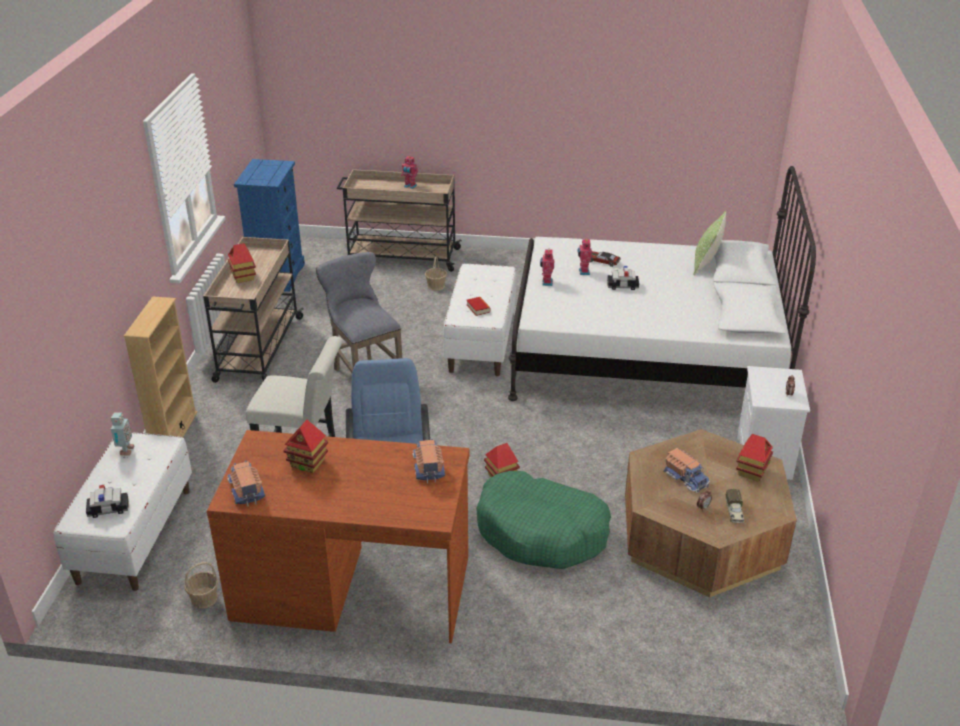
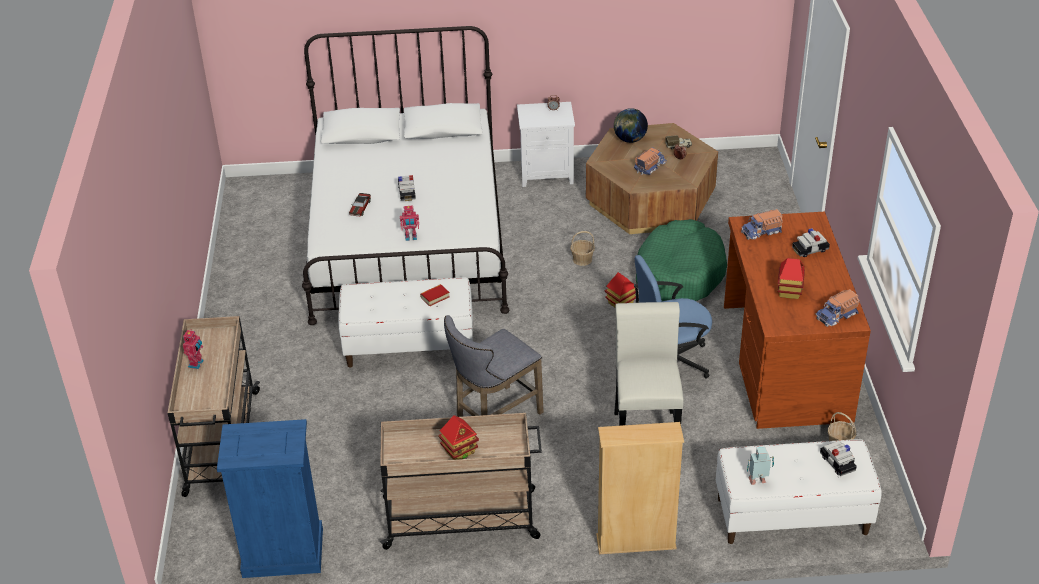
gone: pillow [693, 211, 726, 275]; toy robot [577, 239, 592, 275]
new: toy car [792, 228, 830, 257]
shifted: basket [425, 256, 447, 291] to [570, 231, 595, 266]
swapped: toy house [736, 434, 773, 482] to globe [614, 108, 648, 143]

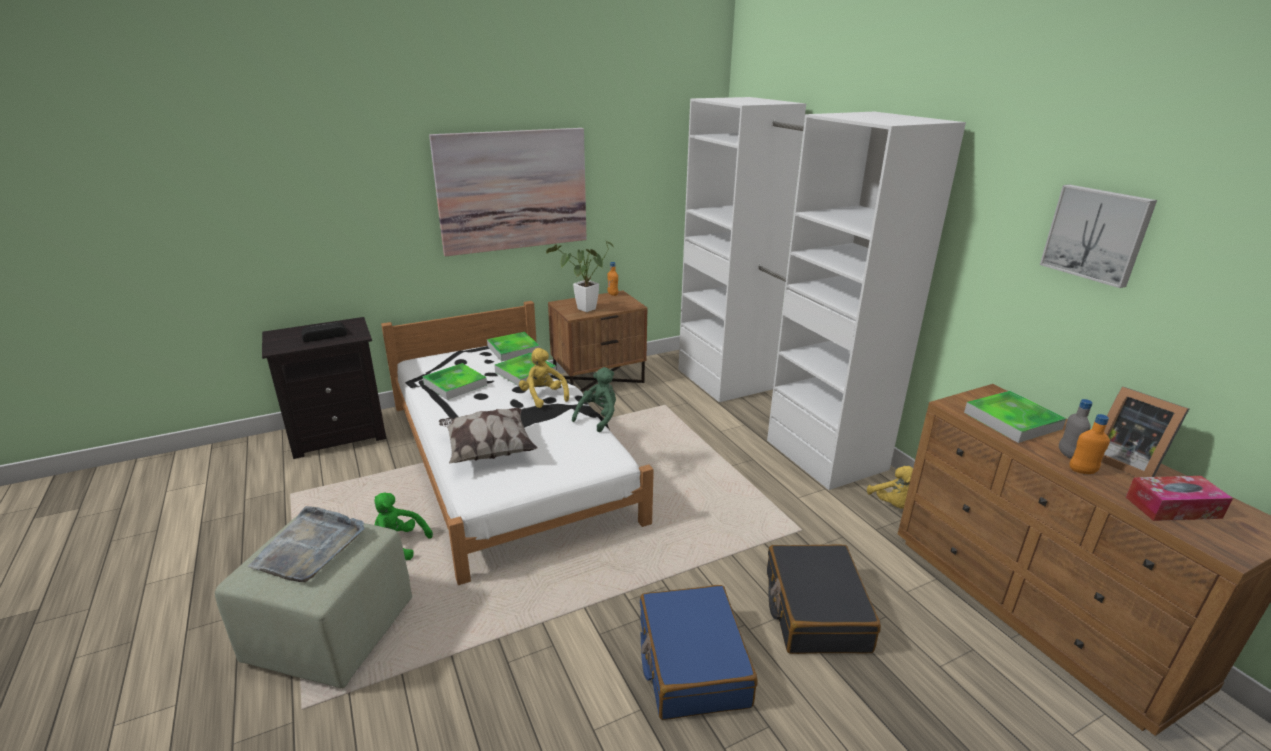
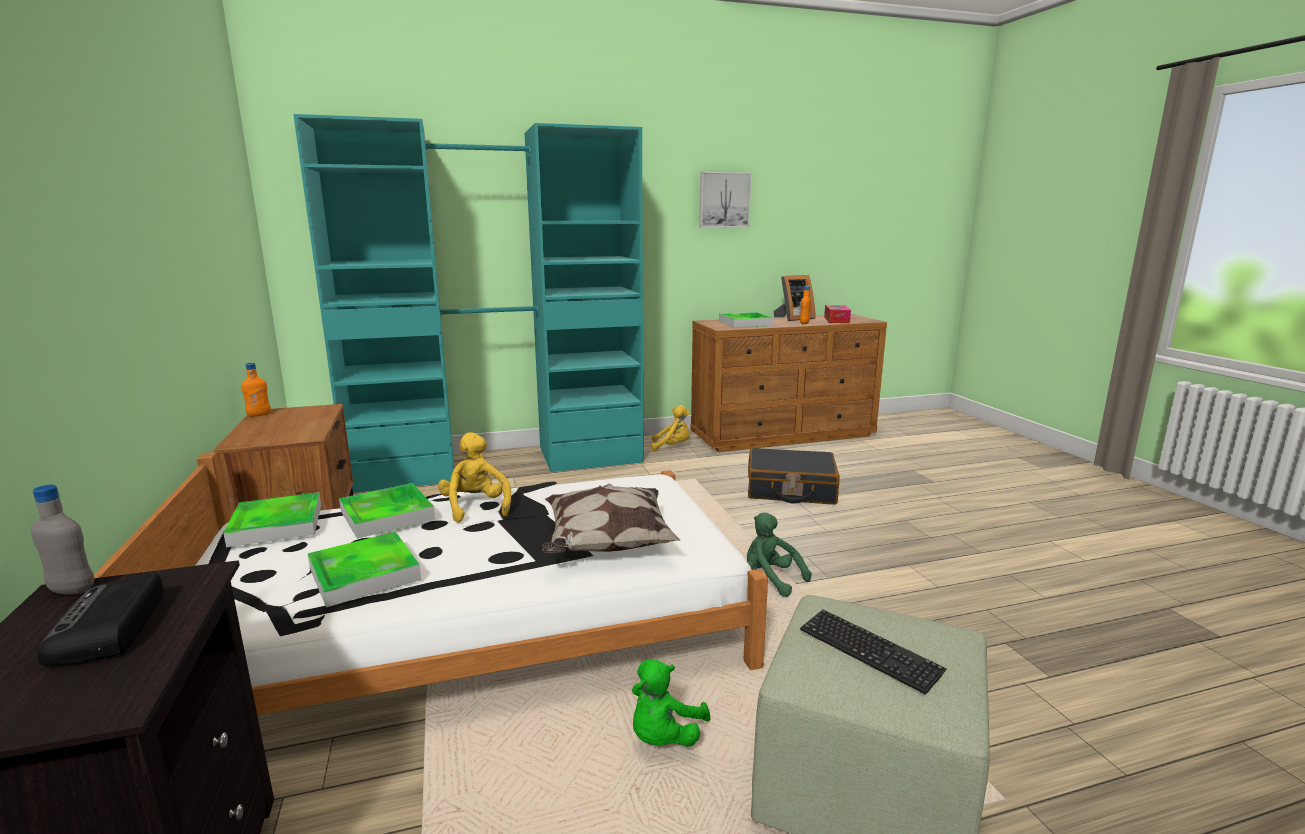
gone: picture [429, 128, 587, 256]; potted plant [546, 241, 614, 312]; blue suitcase [640, 585, 757, 720]
shifted: green plush toy [572, 367, 616, 432] to [747, 512, 811, 597]; grey bottle [1059, 399, 1093, 459] to [31, 485, 94, 595]
swapped: grey tray [247, 506, 364, 582] to keyboard [800, 610, 947, 695]
repainted: white wardrobe [678, 97, 966, 490] to turquoise wardrobe [293, 114, 643, 493]
rotated: yellow plush toy [519, 348, 569, 408] = [438, 432, 511, 523] 90 degrees clockwise

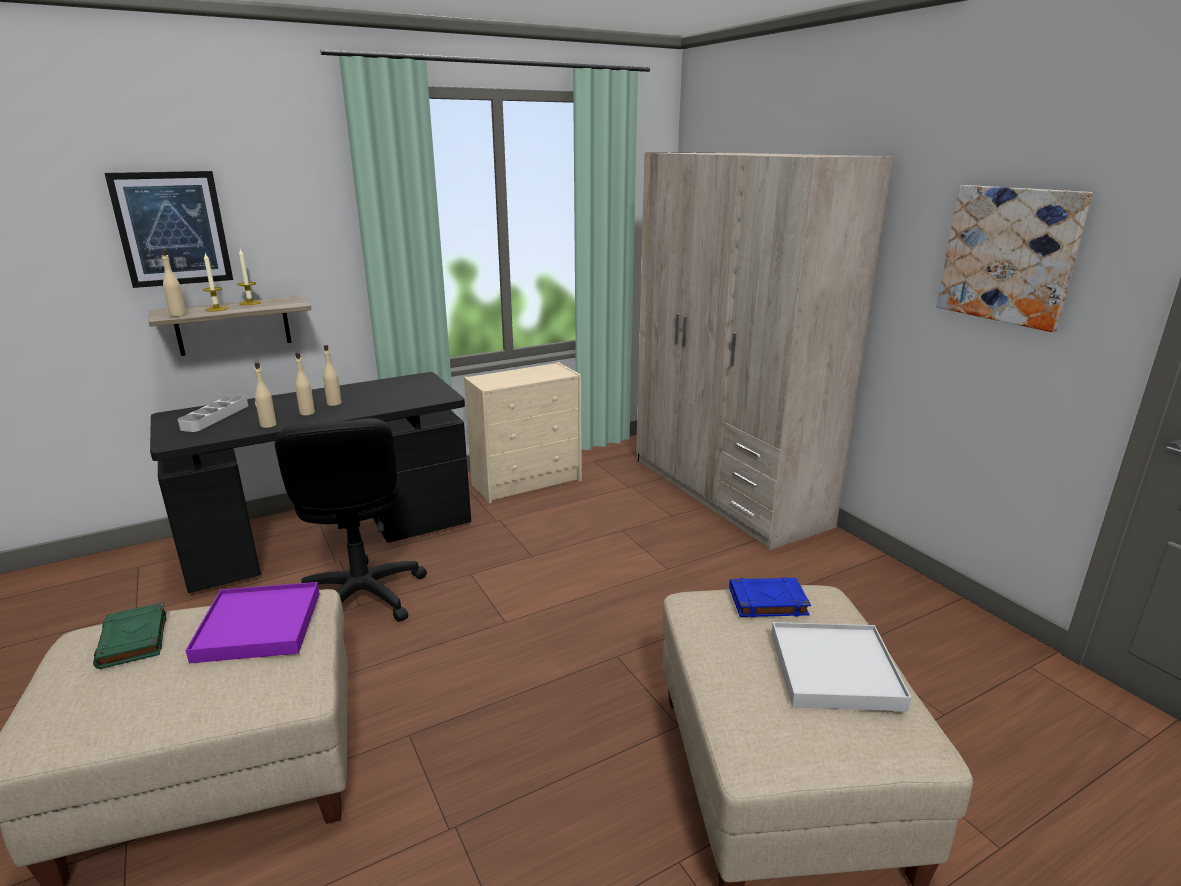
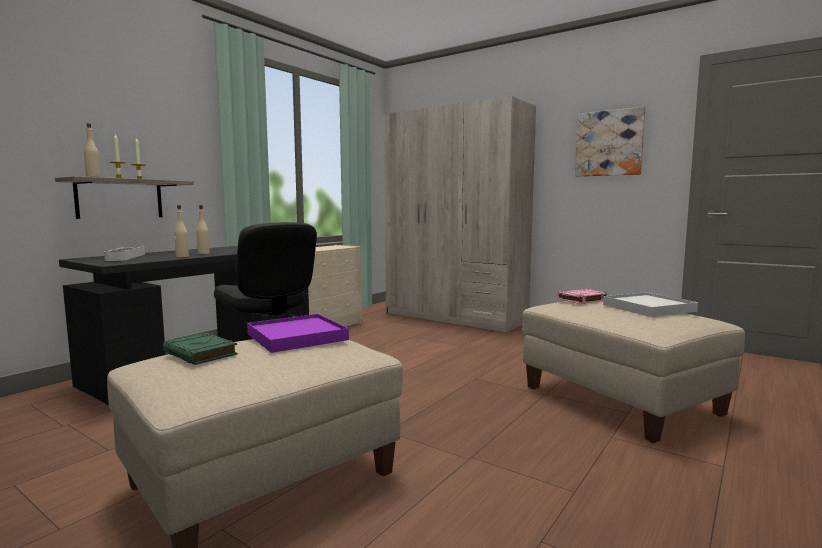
gone: picture [105, 171, 233, 288]; beige bottle [323, 345, 342, 406]
repainted: blue book [729, 577, 811, 617] to pink book [557, 289, 609, 304]

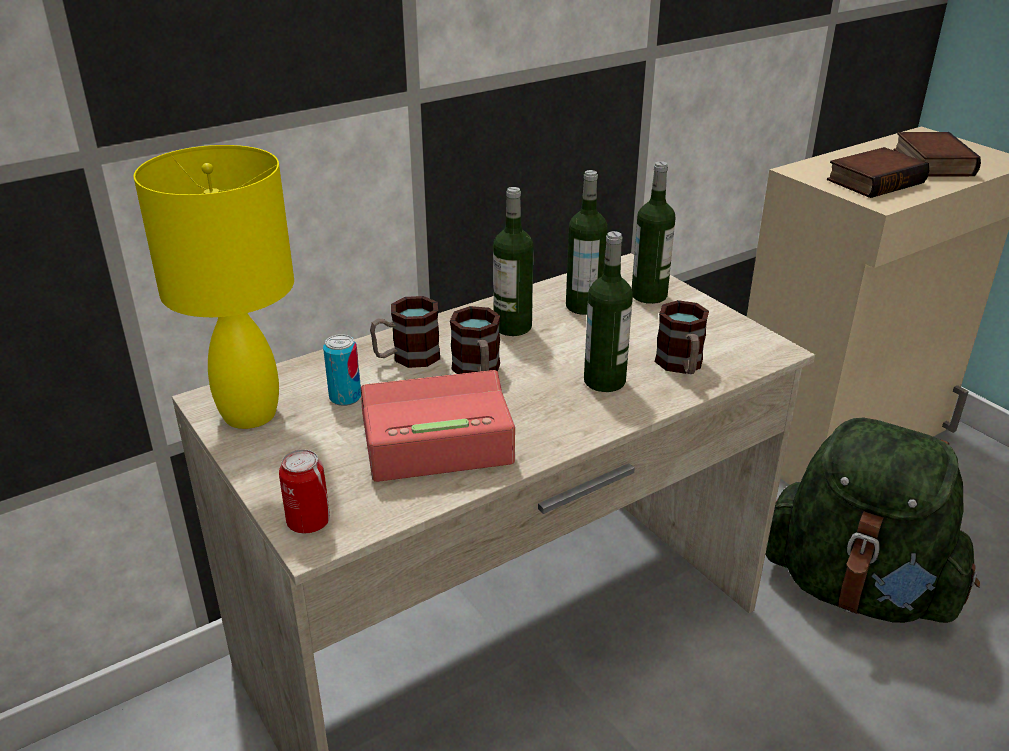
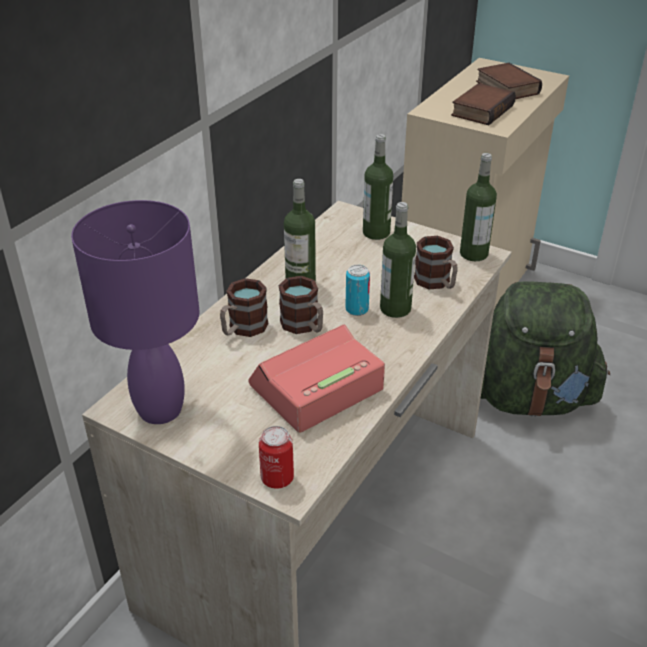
shifted: bottle [566, 170, 608, 315] to [460, 153, 497, 261]; can [323, 334, 361, 406] to [345, 265, 370, 316]
repainted: yellow table lamp [134, 145, 294, 429] to purple table lamp [71, 200, 199, 424]

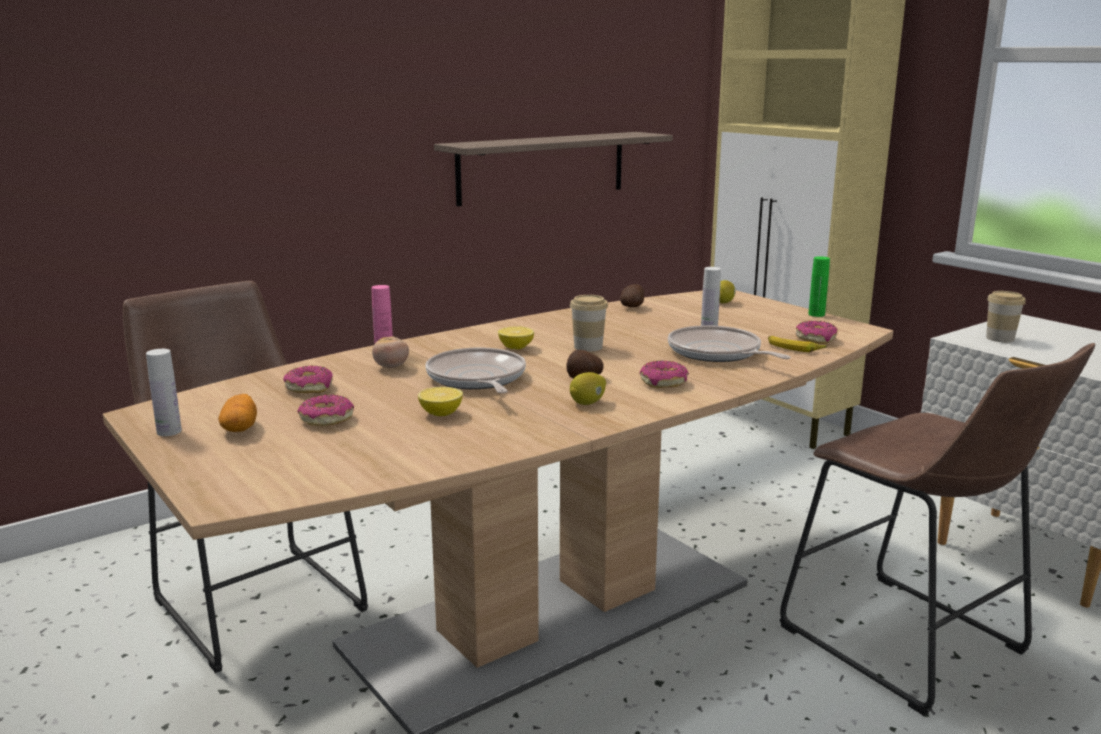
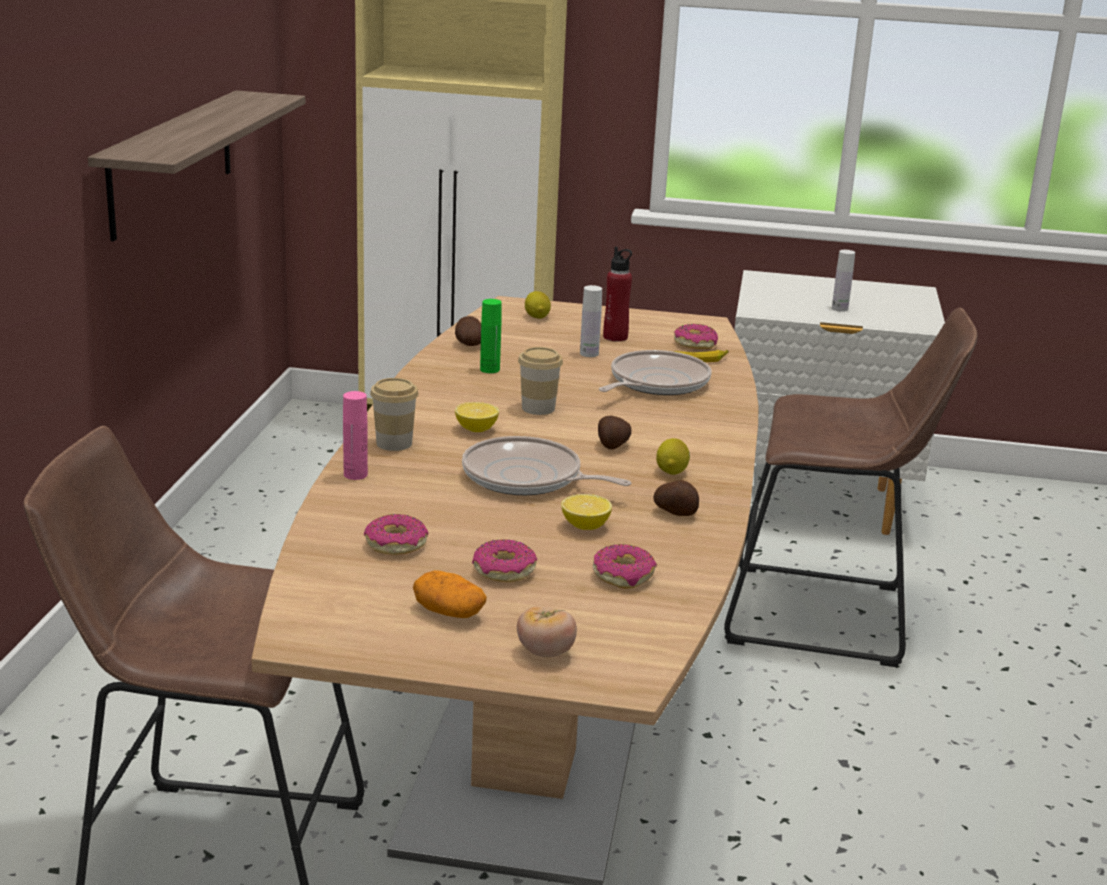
new: red bottle [603, 247, 632, 342]; potato [653, 480, 699, 516]
shifted: green bottle [808, 256, 830, 317] to [480, 299, 502, 373]; cup [986, 291, 1026, 342] to [370, 378, 419, 451]; tomato [372, 337, 409, 368] to [517, 606, 577, 657]; white bottle [146, 349, 182, 436] to [832, 250, 855, 312]; donut [640, 361, 689, 388] to [593, 544, 657, 589]
rotated: frying pan [668, 325, 791, 362] = [599, 350, 712, 395] 120 degrees clockwise

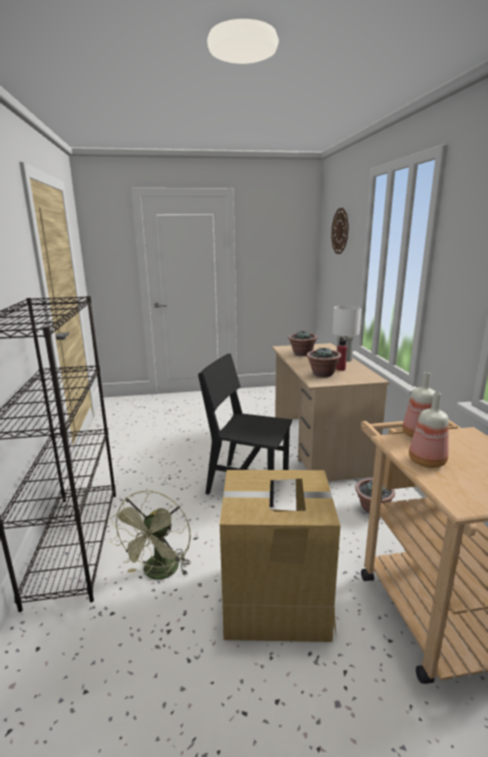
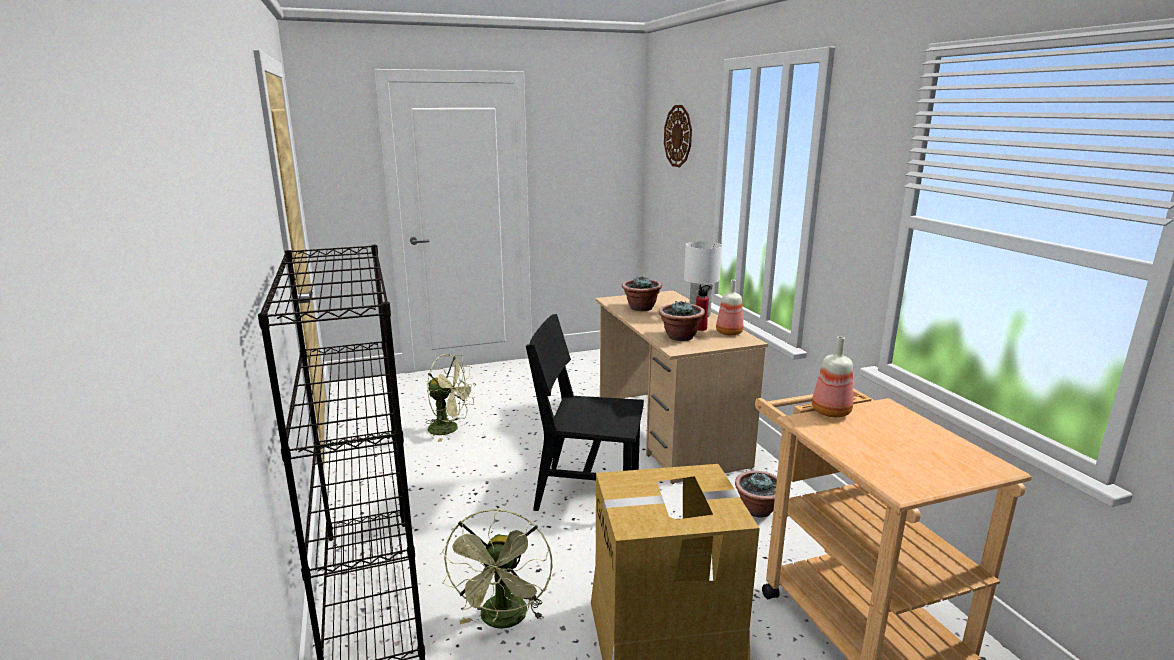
new: green fan [426, 354, 476, 442]
shifted: bottle [409, 392, 449, 468] to [716, 279, 743, 336]

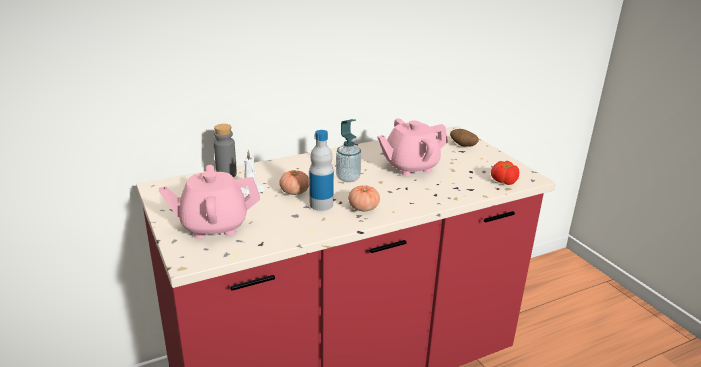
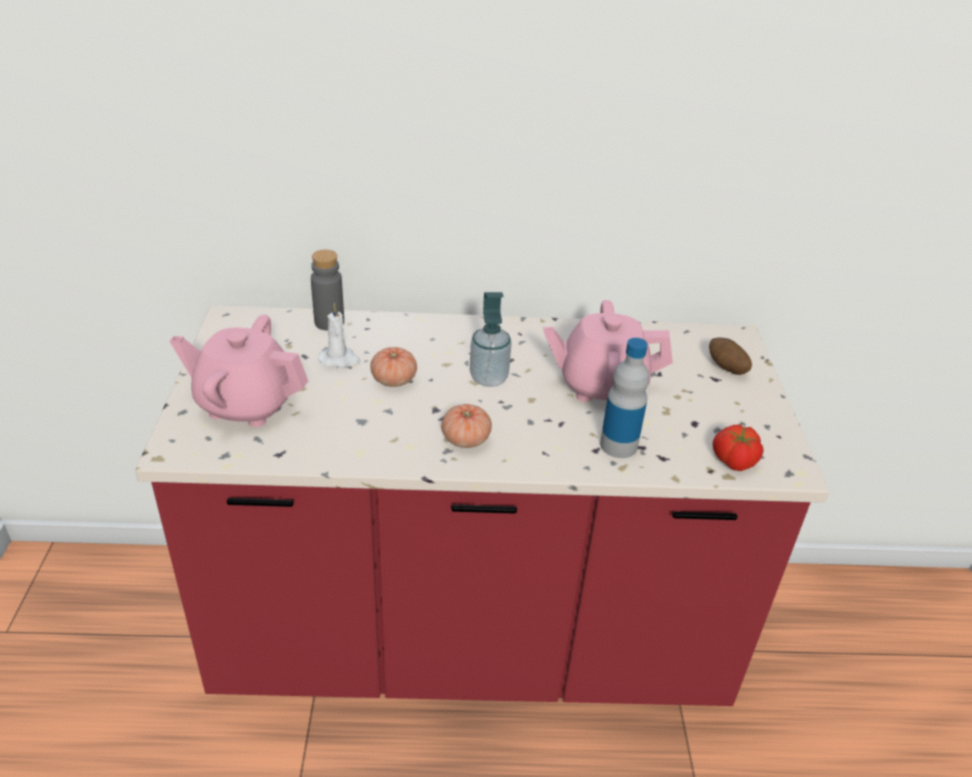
shifted: bottle [309, 130, 334, 211] to [600, 338, 649, 458]

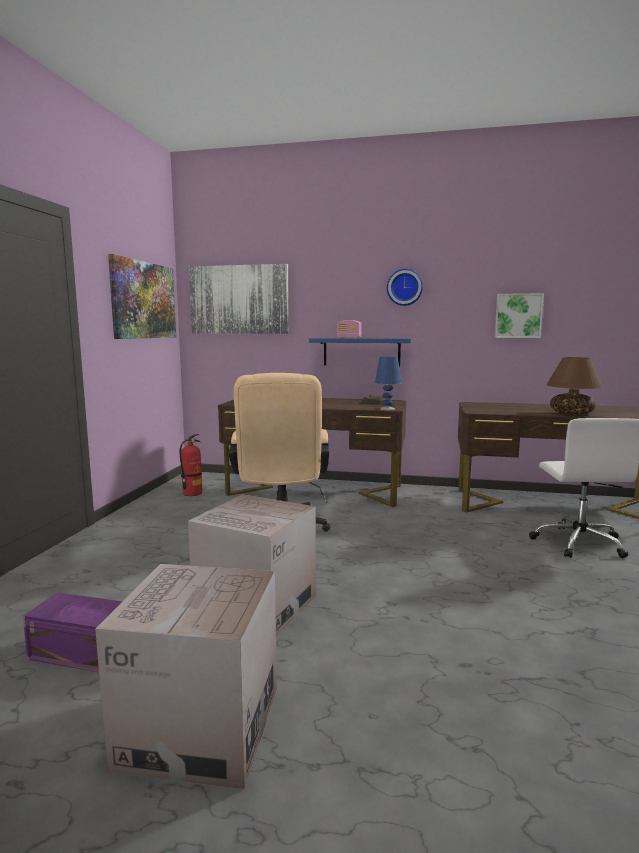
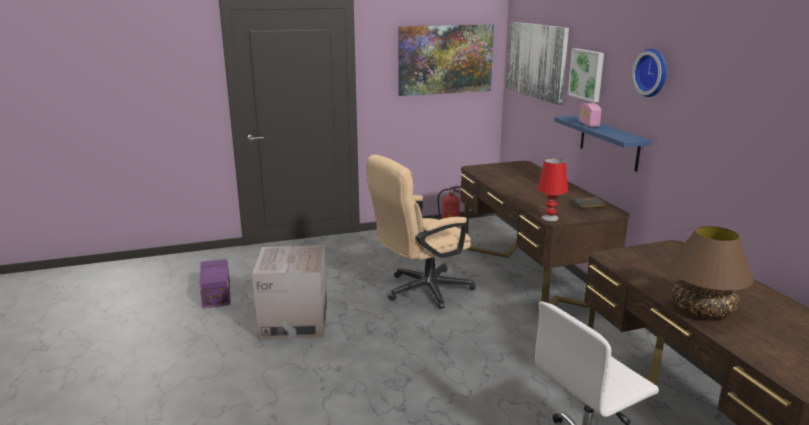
gone: cardboard box [95, 564, 277, 789]
shifted: picture [495, 293, 544, 338] to [568, 48, 604, 102]
repainted: blue table lamp [375, 356, 401, 410] to red table lamp [537, 158, 568, 221]

